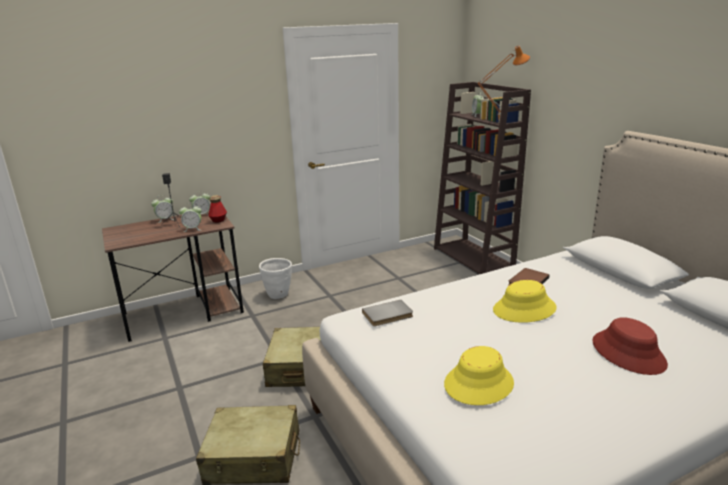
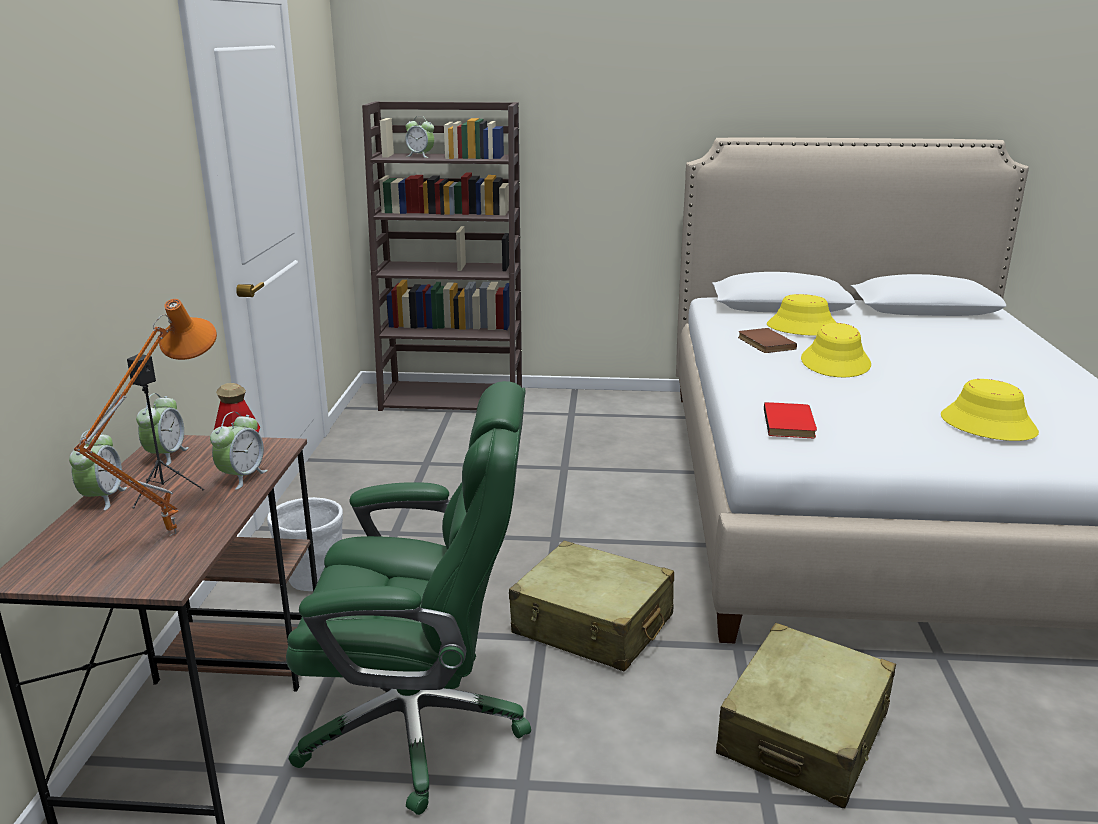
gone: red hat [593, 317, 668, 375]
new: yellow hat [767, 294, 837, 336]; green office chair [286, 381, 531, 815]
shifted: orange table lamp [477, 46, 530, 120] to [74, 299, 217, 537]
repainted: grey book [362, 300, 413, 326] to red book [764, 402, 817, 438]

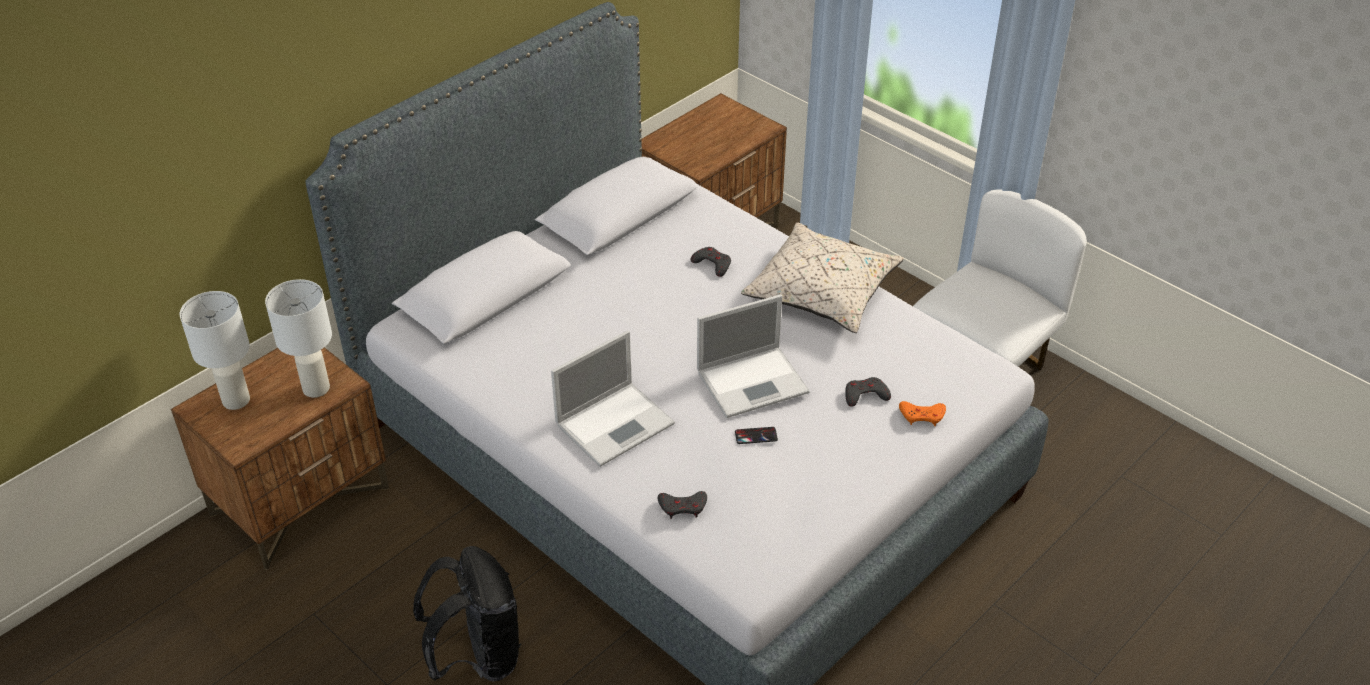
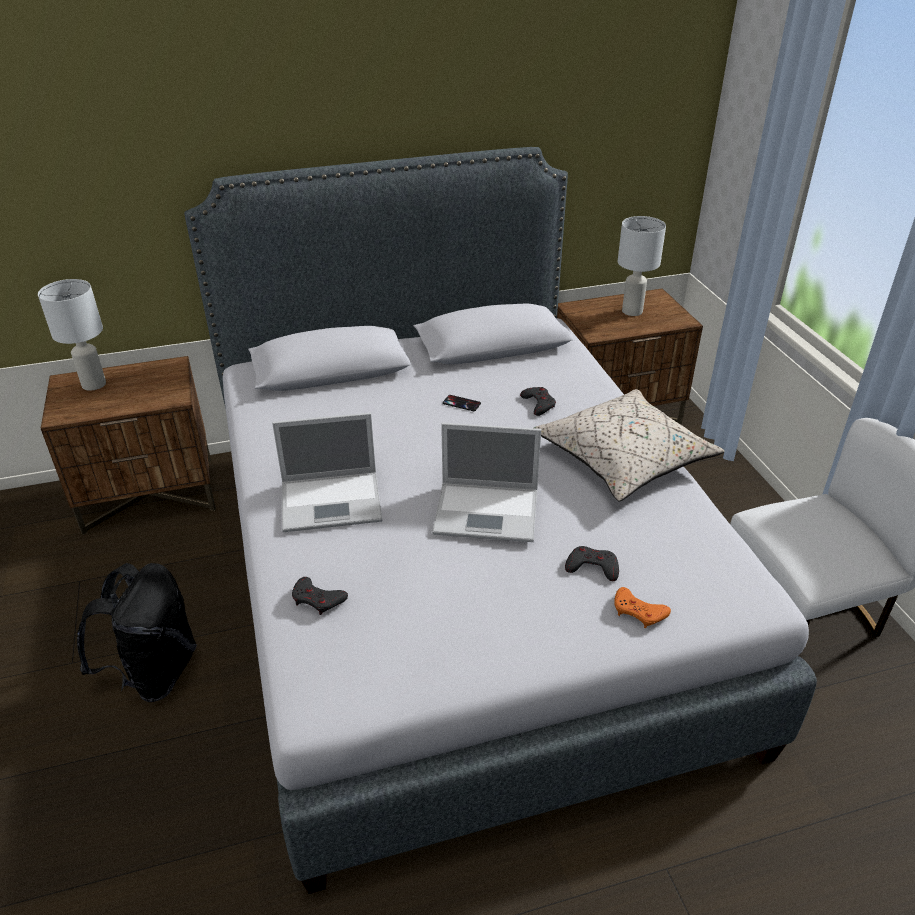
shifted: white table lamp [265, 279, 332, 398] to [618, 216, 666, 316]; phone [735, 427, 778, 444] to [443, 395, 481, 411]

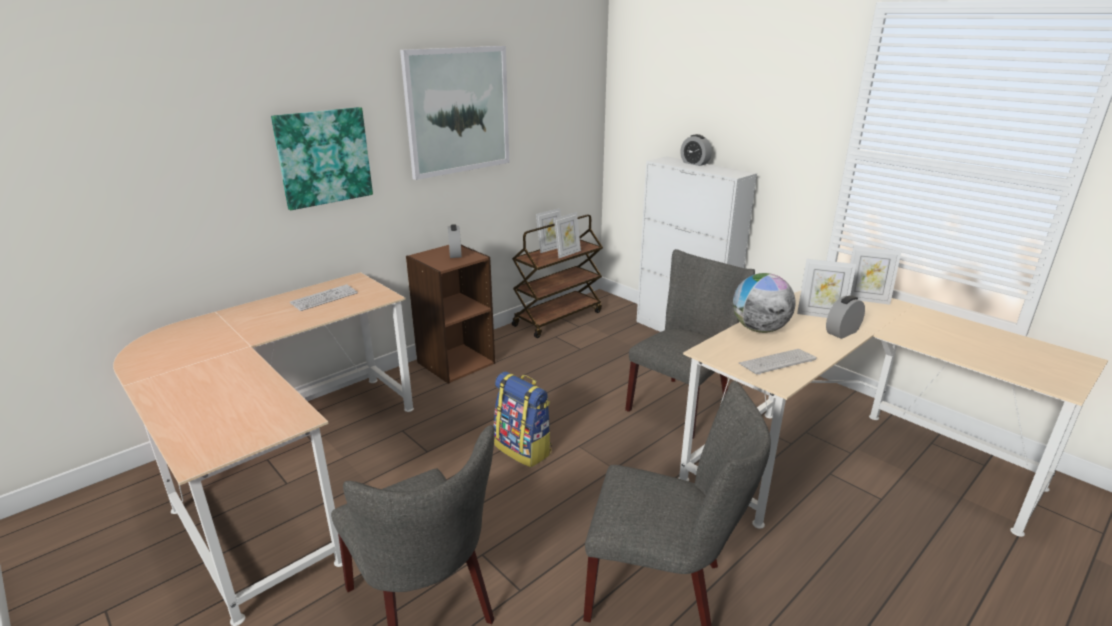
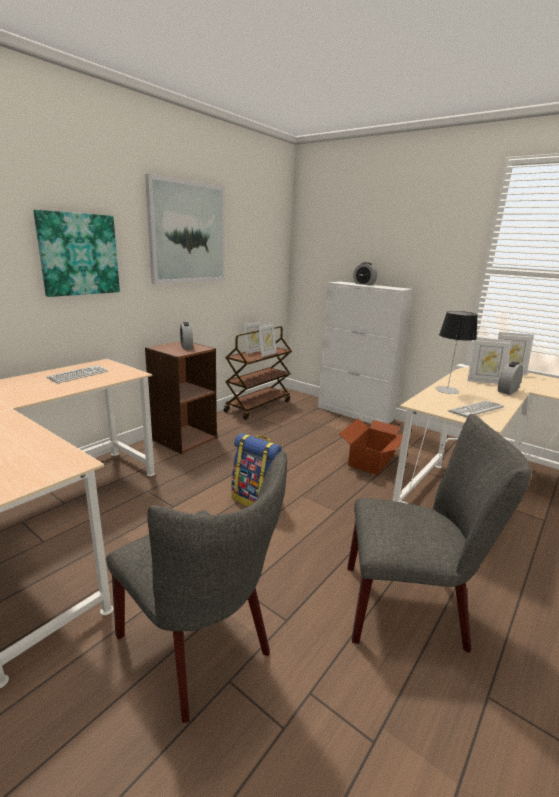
swapped: grey chair [625, 249, 755, 440] to cardboard box [339, 418, 403, 475]; globe [733, 273, 796, 333] to table lamp [435, 311, 478, 394]

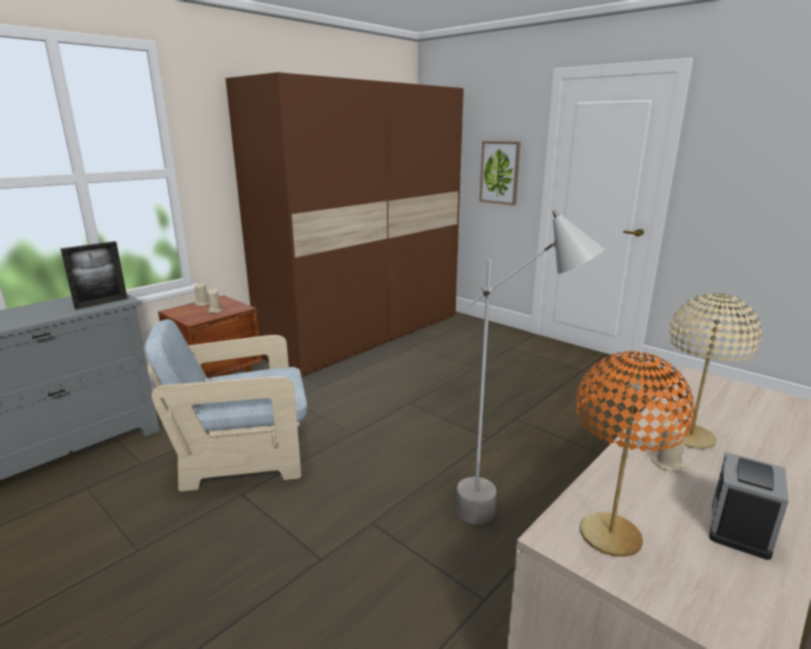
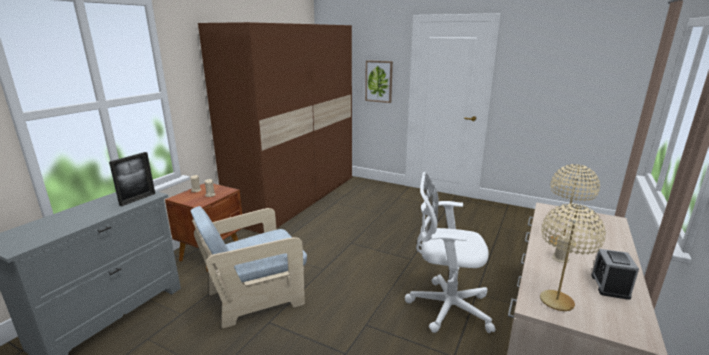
swapped: grey floor lamp [456, 210, 604, 525] to white office chair [405, 172, 495, 333]
repainted: orange table lamp [576, 351, 695, 557] to beige table lamp [540, 203, 606, 311]

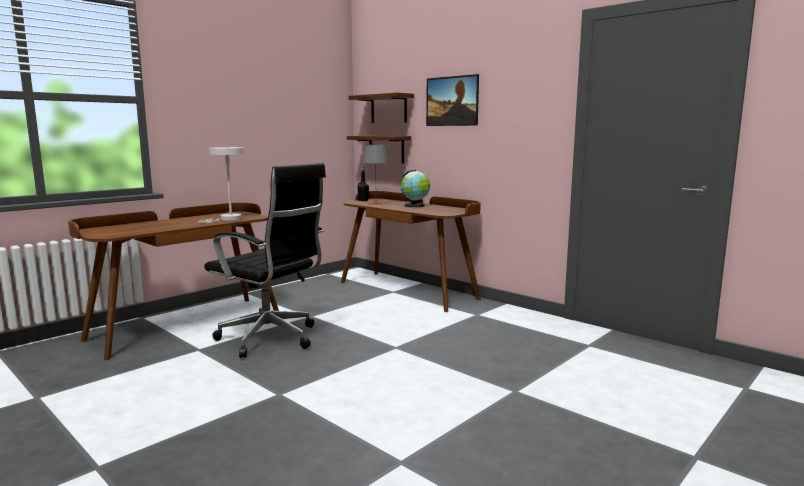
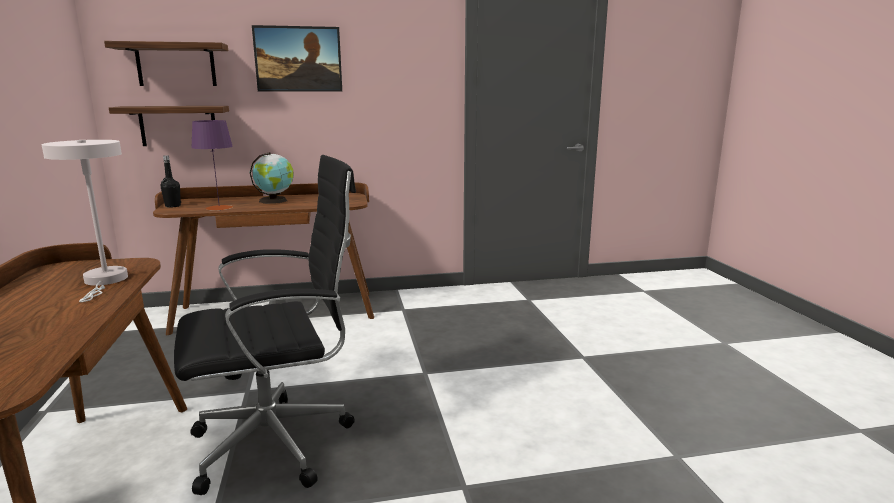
repainted: grey table lamp [363, 145, 389, 206] to purple table lamp [191, 120, 233, 211]

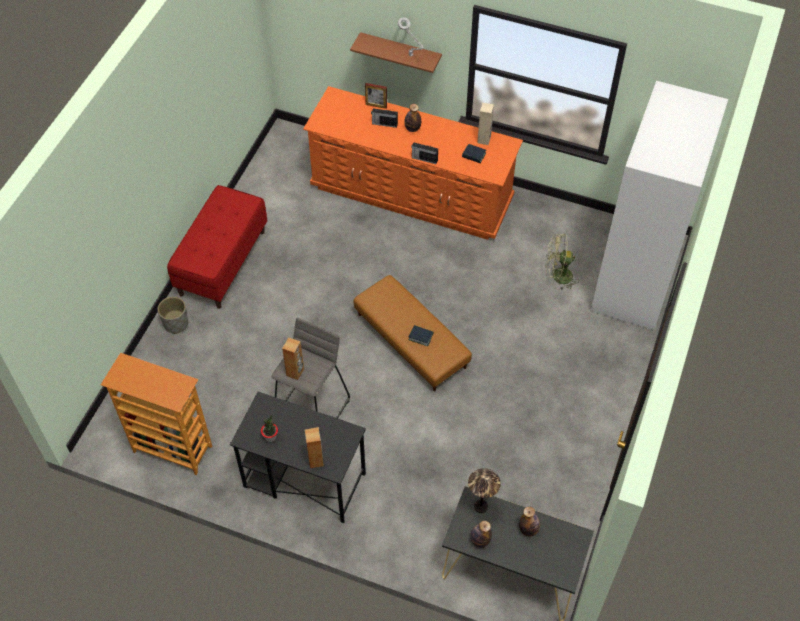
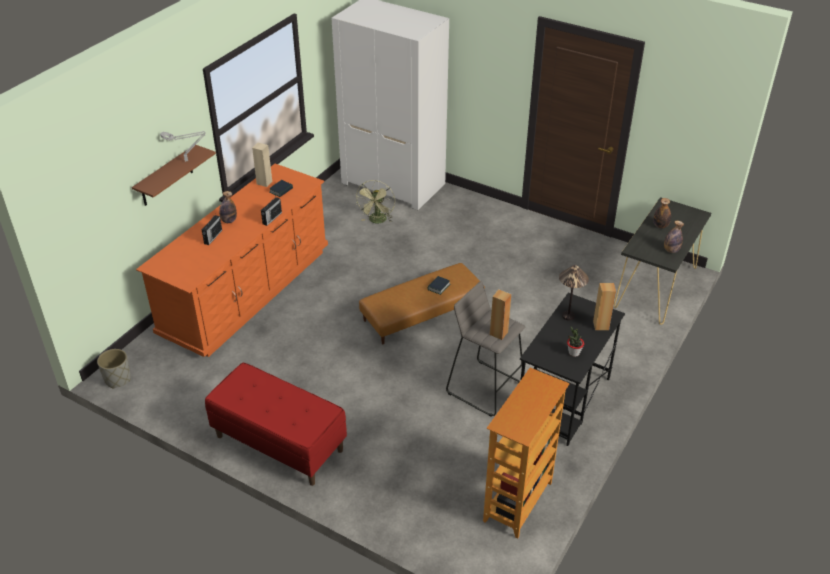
gone: picture frame [365, 83, 387, 109]
shifted: grey planter [158, 297, 188, 334] to [97, 349, 131, 388]; table lamp [468, 468, 501, 513] to [559, 265, 589, 321]

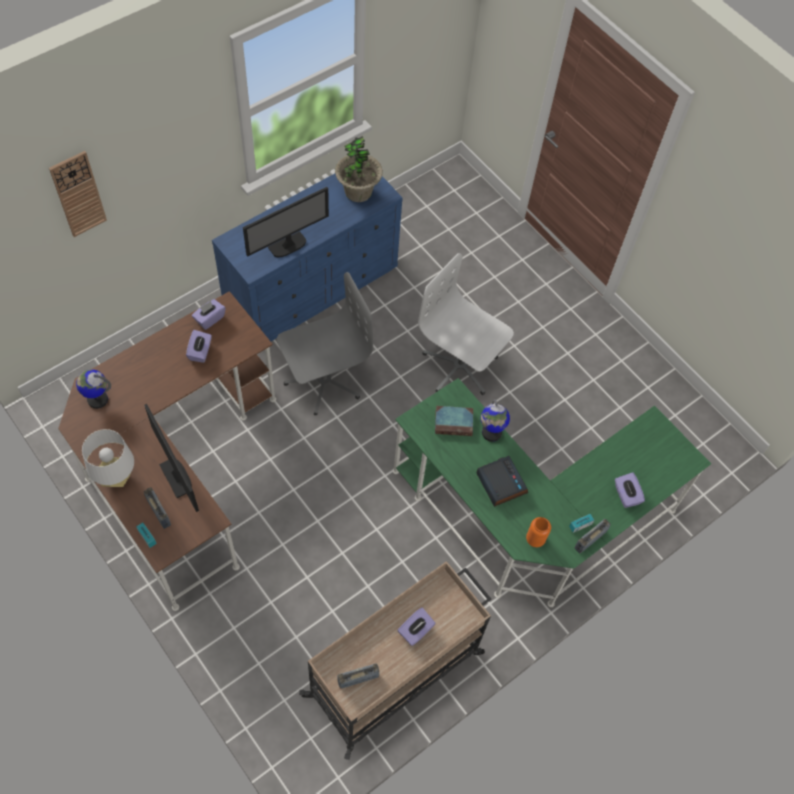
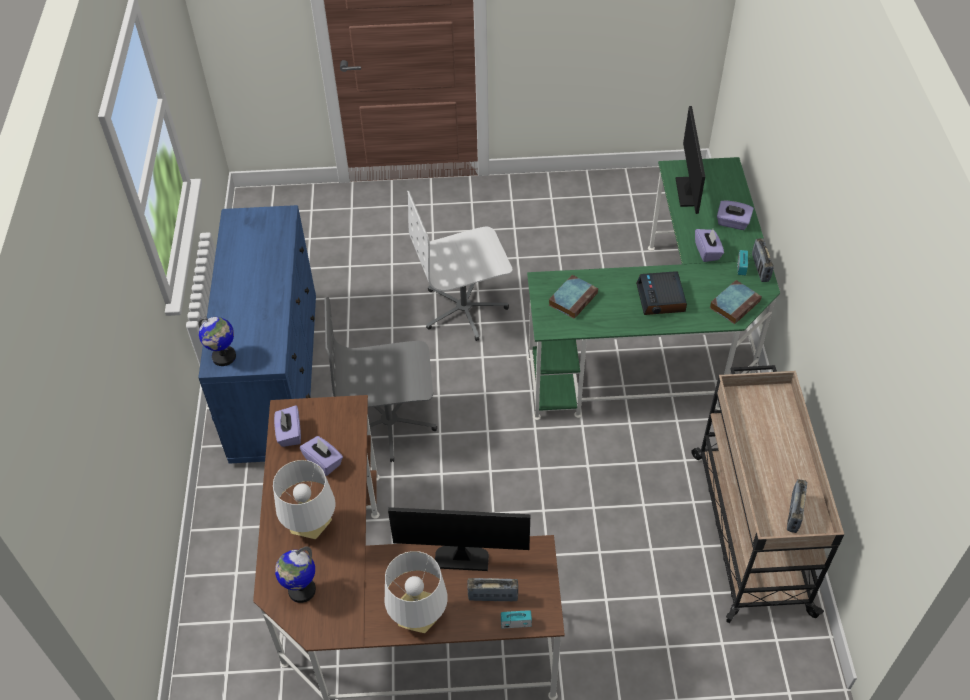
gone: potted plant [335, 136, 383, 202]; wall clock [49, 151, 107, 237]
new: white table lamp [273, 460, 335, 539]
shifted: monitor [243, 187, 329, 257] to [676, 106, 705, 214]; globe [481, 399, 510, 442] to [198, 316, 236, 366]; purple tissue box [398, 607, 436, 646] to [695, 229, 724, 262]
swapped: orange vase [526, 517, 551, 547] to book [710, 280, 762, 324]
rotated: grey office chair [277, 272, 373, 415] = [325, 297, 437, 462] 105 degrees counterclockwise; alarm clock [476, 456, 528, 507] = [636, 271, 687, 315] 105 degrees counterclockwise

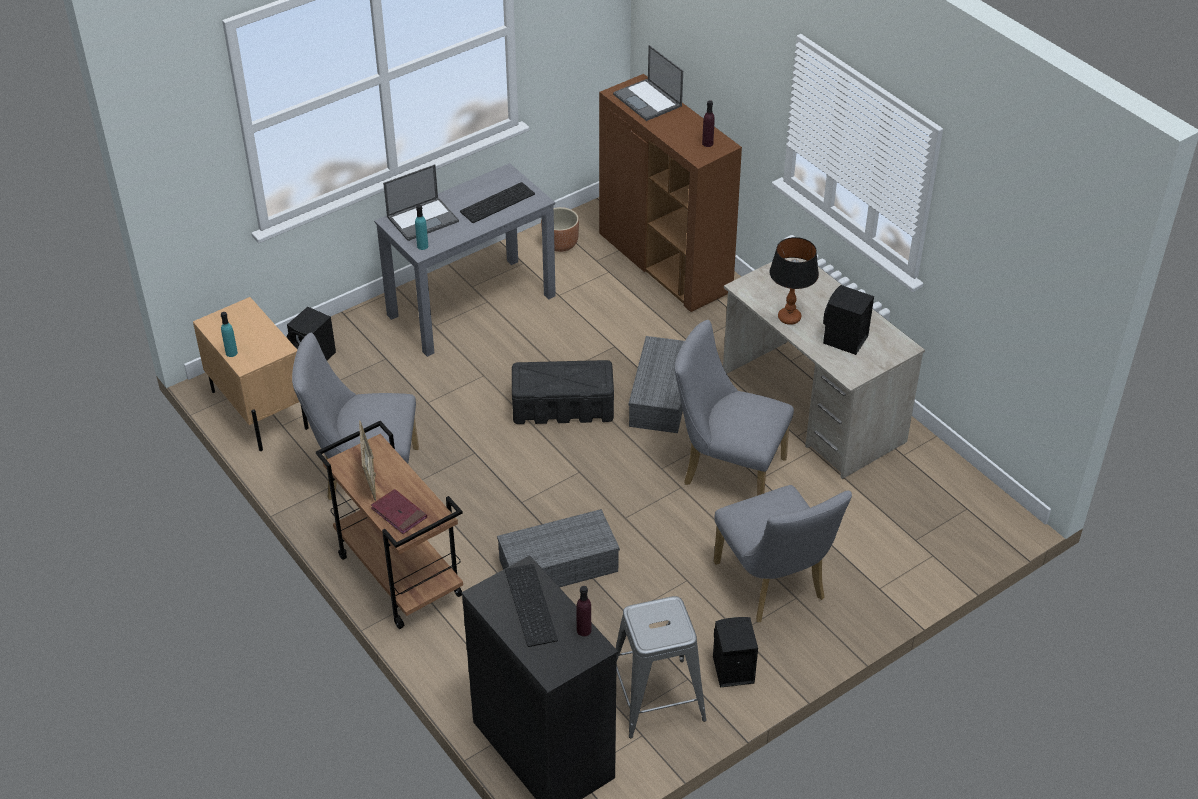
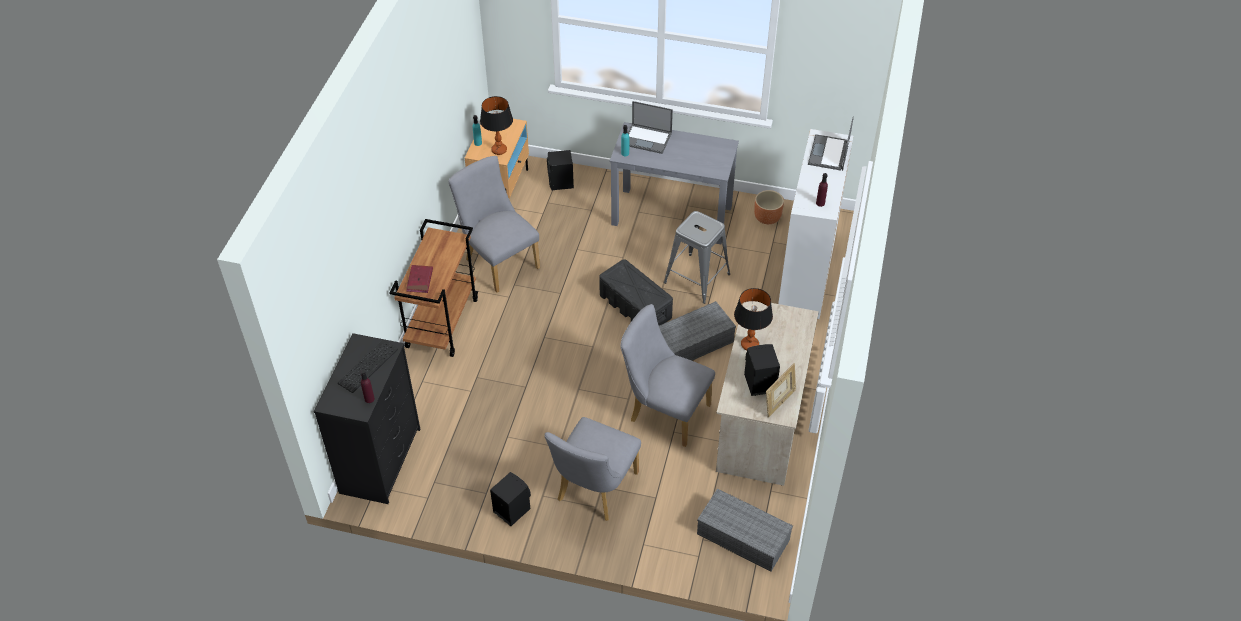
gone: keyboard [460, 182, 535, 223]
new: table lamp [480, 96, 513, 155]
shifted: picture frame [359, 420, 376, 501] to [766, 363, 796, 418]; grey storage box [497, 509, 620, 587] to [697, 488, 793, 572]; grey stool [616, 596, 707, 738] to [664, 211, 730, 304]
repainted: brown cabinet [599, 74, 742, 312] to white cabinet [778, 129, 853, 319]
rotated: grey chair [675, 320, 794, 496] = [621, 304, 715, 447] 45 degrees counterclockwise

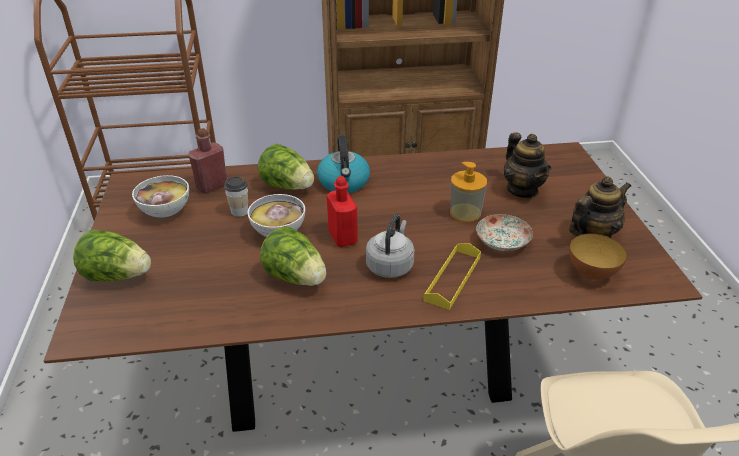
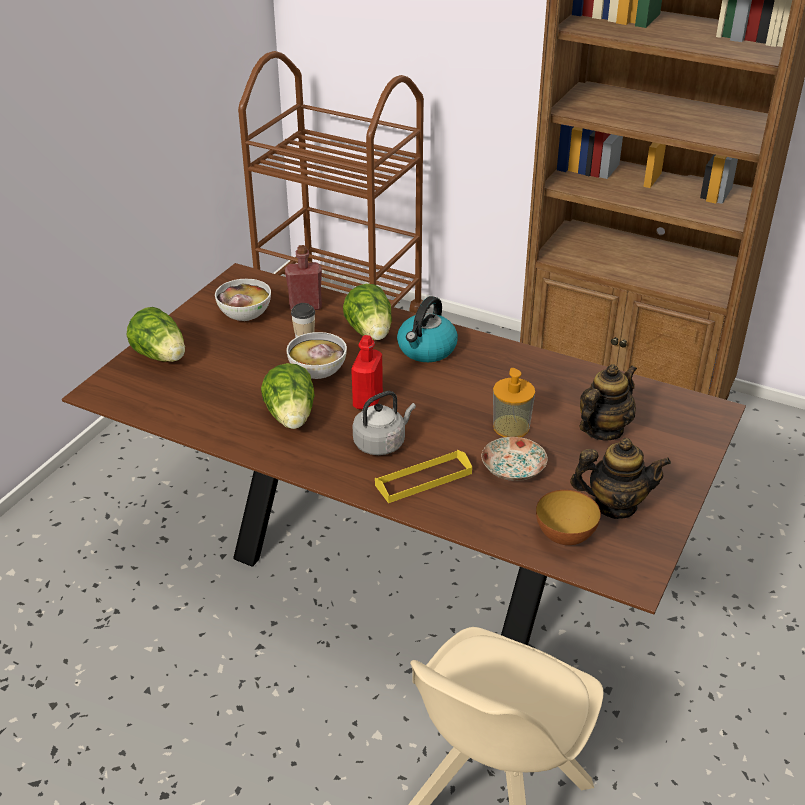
rotated: teapot [504, 133, 551, 198] = [579, 364, 637, 441] 150 degrees counterclockwise

